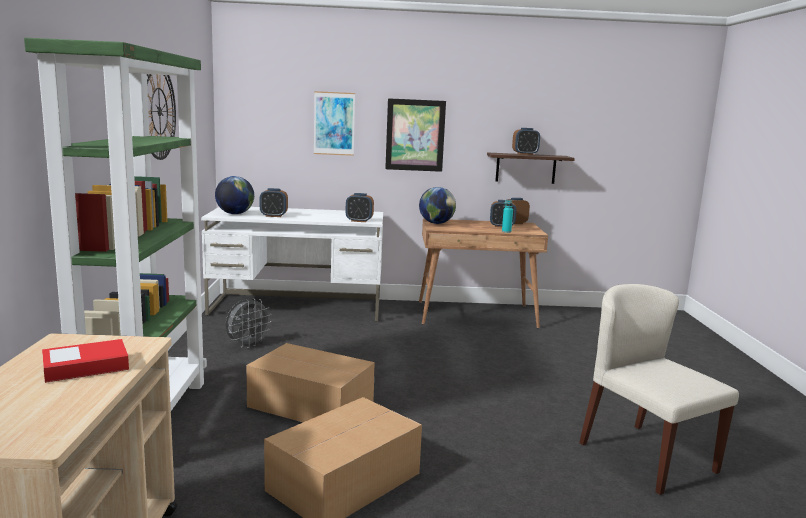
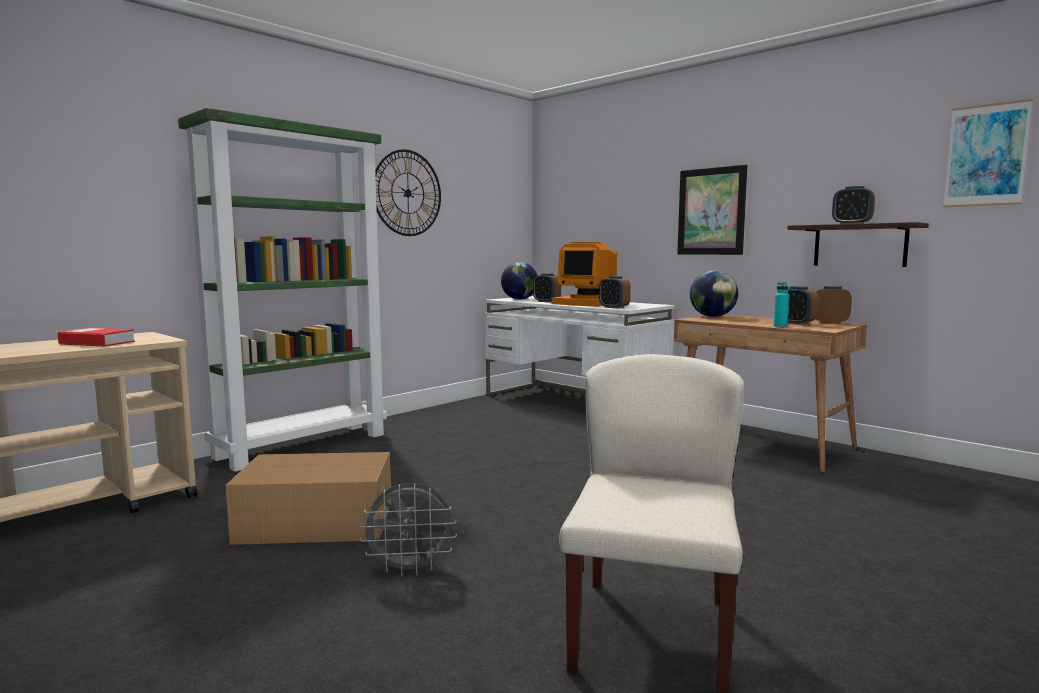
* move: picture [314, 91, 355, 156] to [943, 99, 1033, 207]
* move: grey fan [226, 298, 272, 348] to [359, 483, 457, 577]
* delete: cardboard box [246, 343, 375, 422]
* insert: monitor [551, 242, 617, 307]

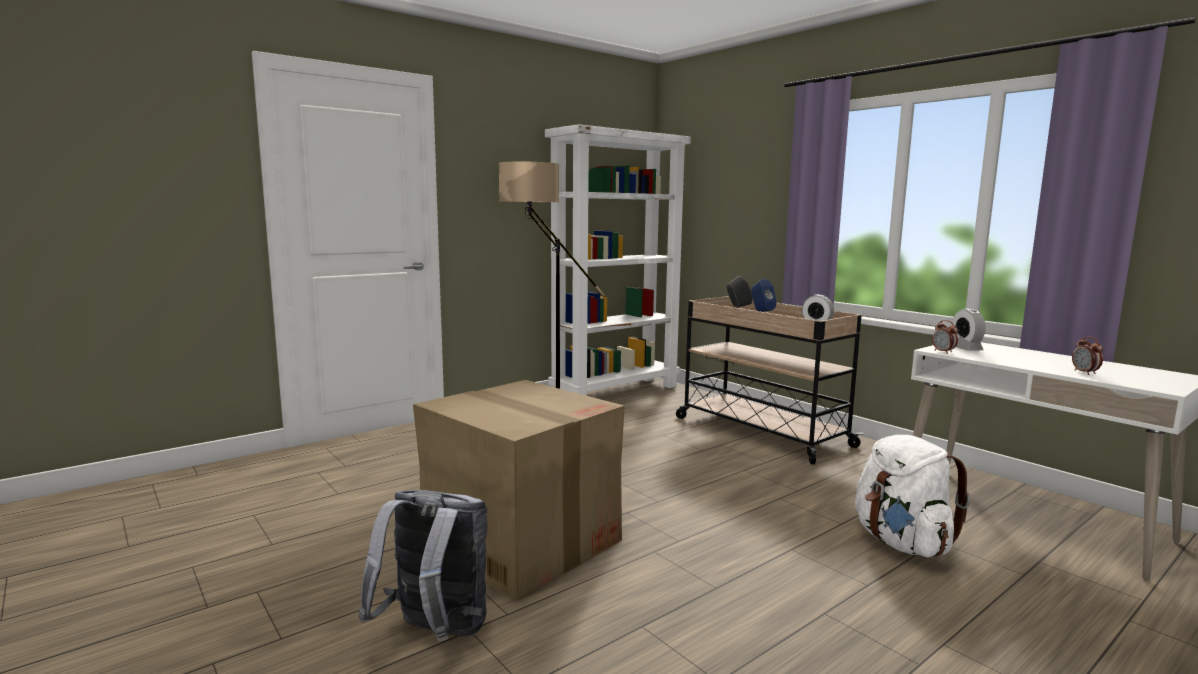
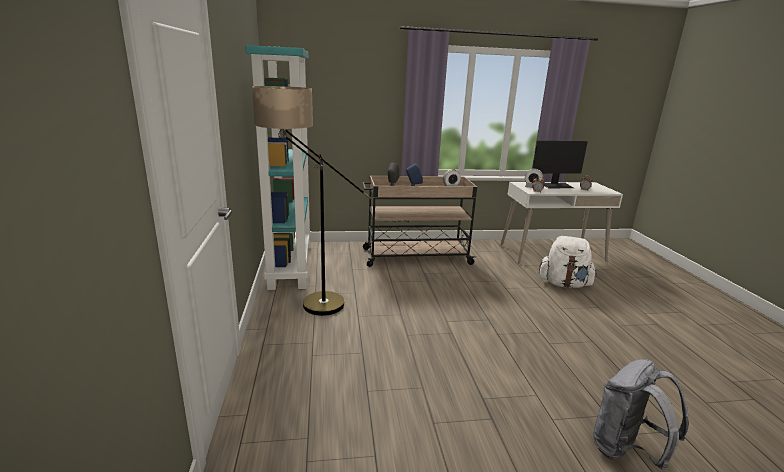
* recolor: white bookcase [545, 124, 691, 396] to turquoise bookcase [245, 45, 312, 290]
* delete: cardboard box [413, 380, 625, 601]
* insert: monitor [533, 140, 588, 189]

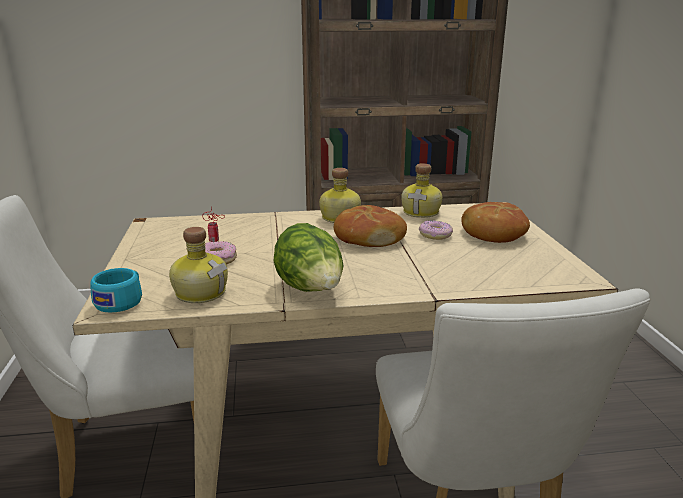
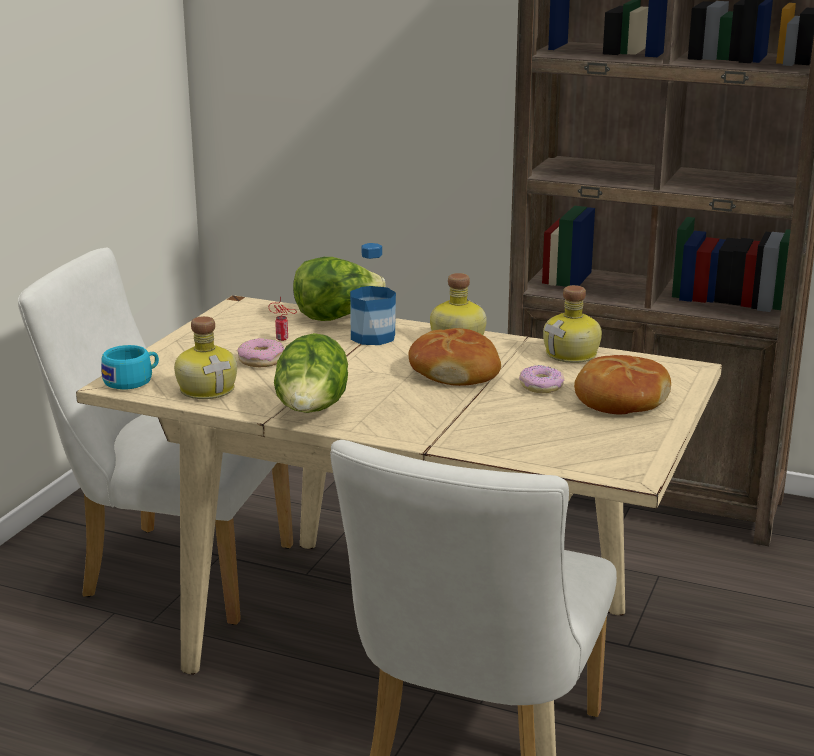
* insert: bottle [350, 243, 396, 345]
* insert: lettuce [293, 257, 386, 321]

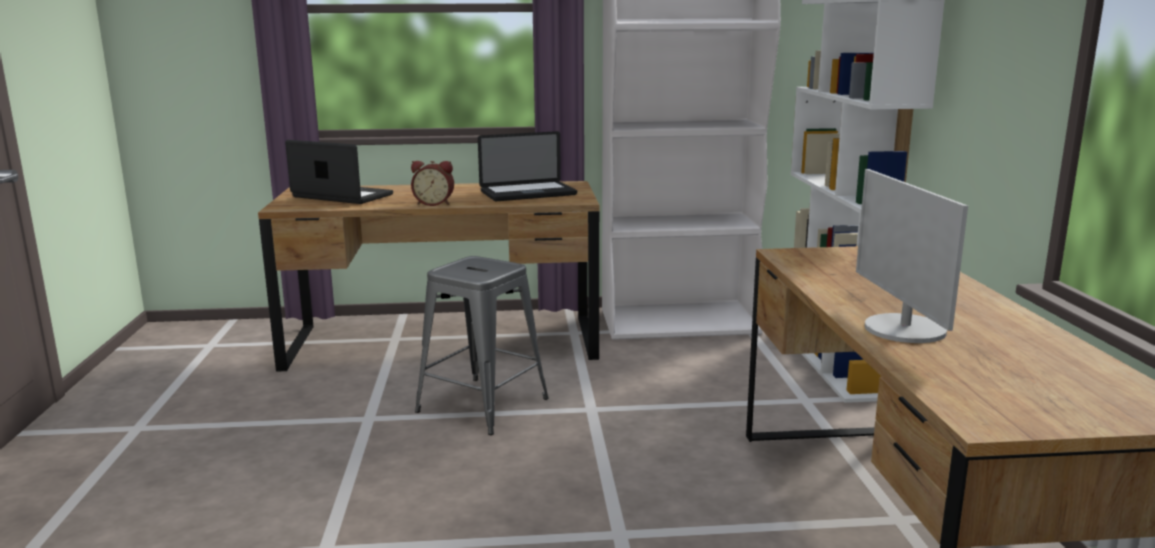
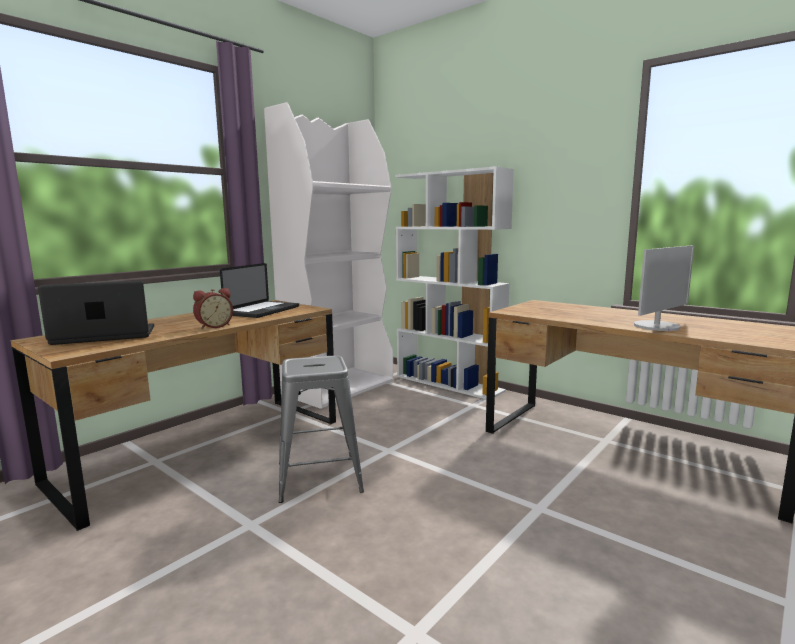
* rotate: monitor [856, 169, 968, 343] = [634, 245, 694, 331] 75 degrees counterclockwise

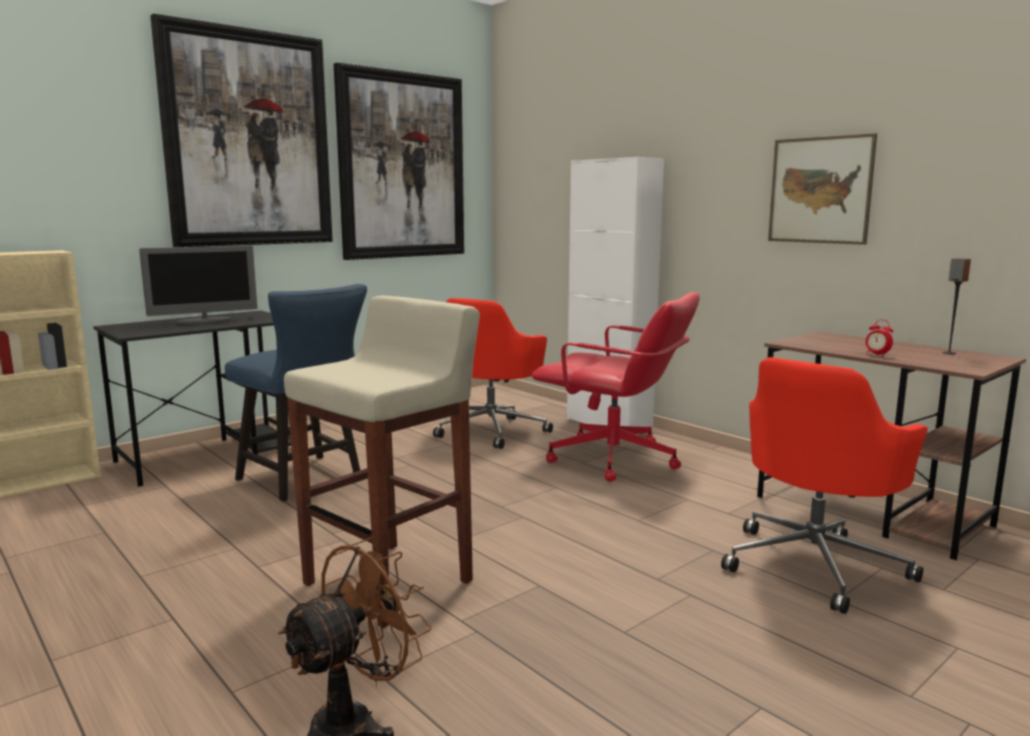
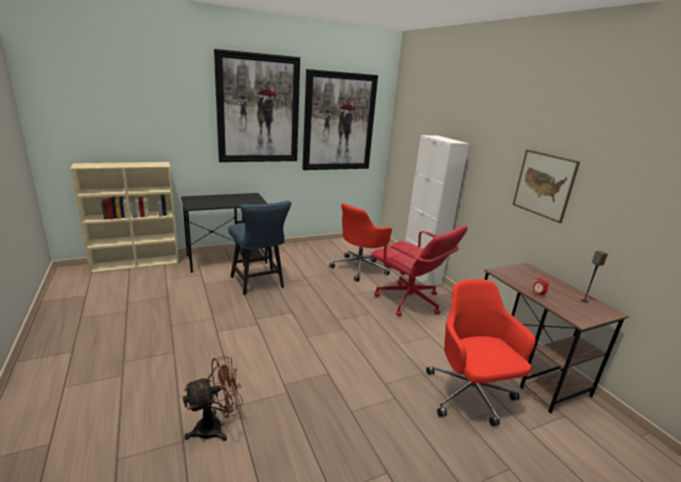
* delete: monitor [139, 245, 257, 324]
* delete: beige stool [284, 296, 480, 628]
* rotate: red office chair [721, 357, 928, 614] = [426, 279, 536, 426] 105 degrees clockwise

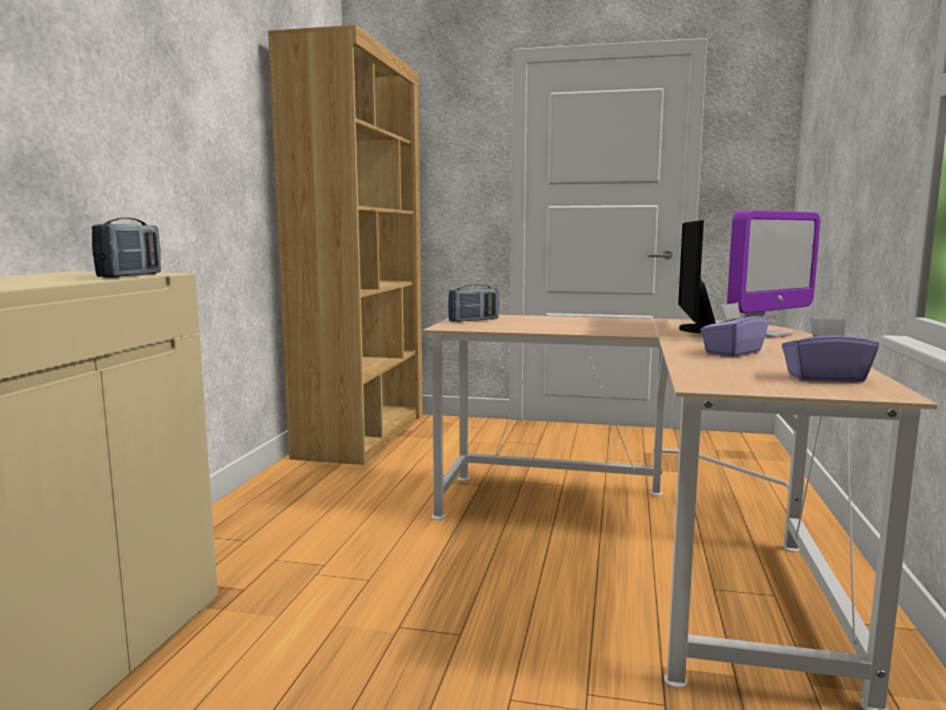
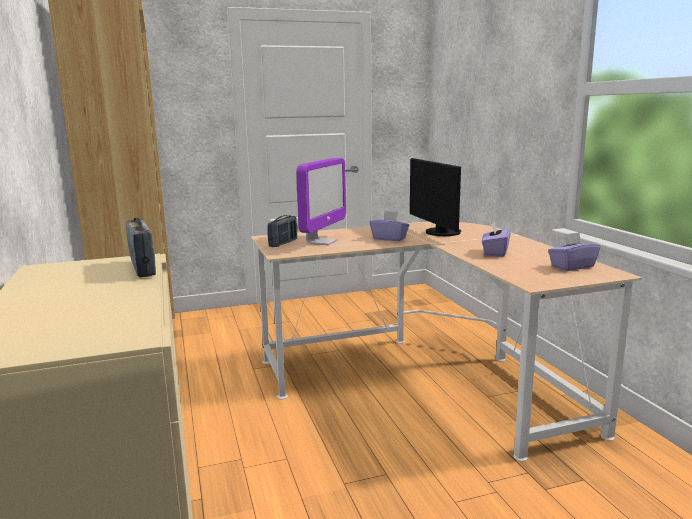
* move: monitor [727, 210, 820, 338] to [296, 158, 346, 245]
* insert: purple tissue box [370, 211, 409, 241]

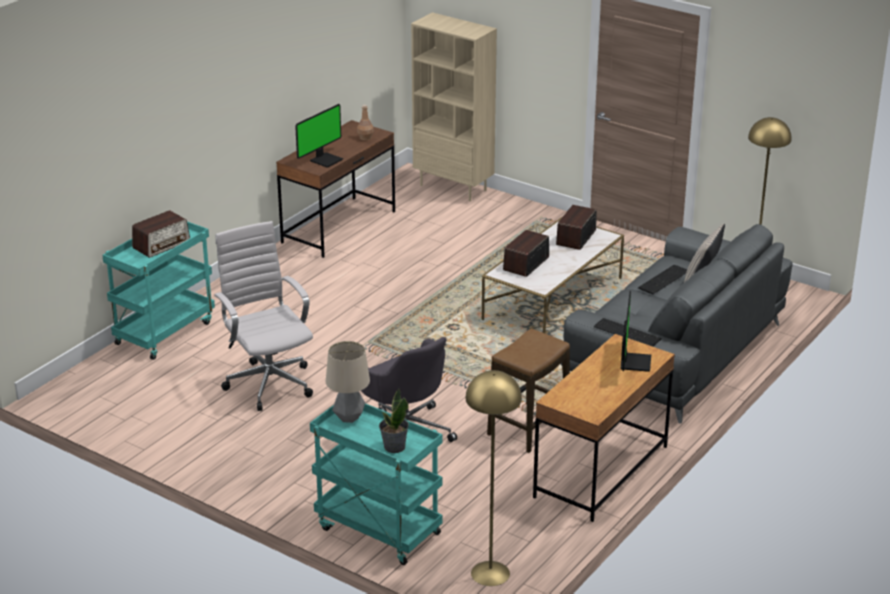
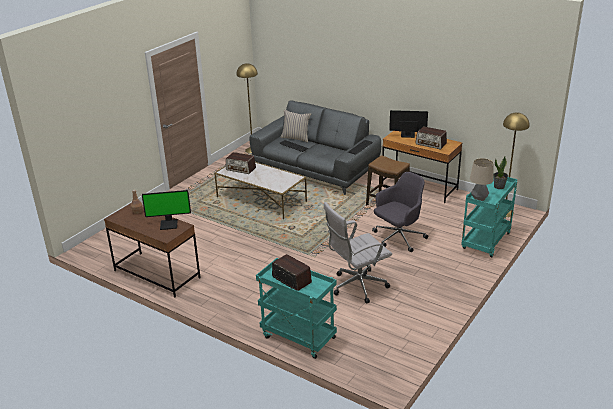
* delete: beige bookcase [411, 12, 497, 201]
* rotate: monitor [295, 104, 343, 168] = [142, 190, 191, 230] 135 degrees clockwise
* move: radio [503, 230, 549, 277] to [415, 126, 447, 149]

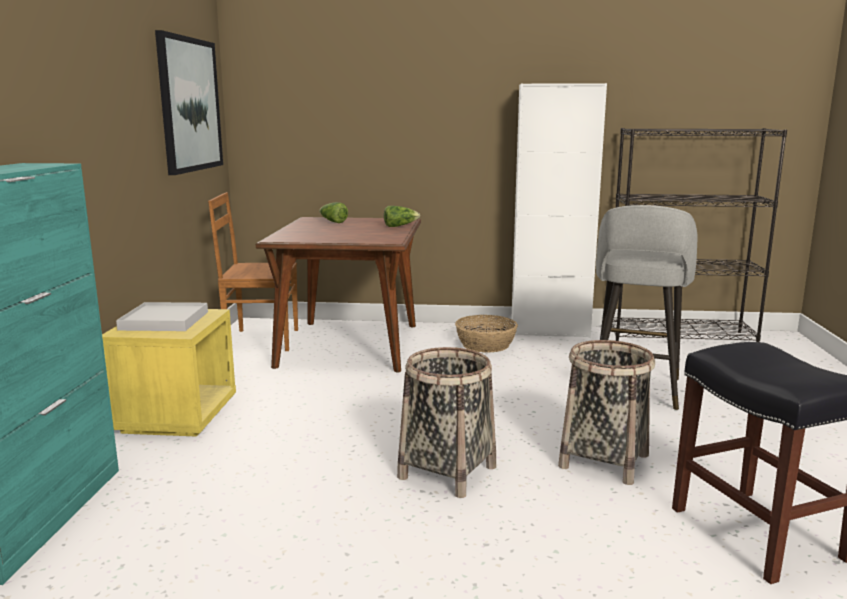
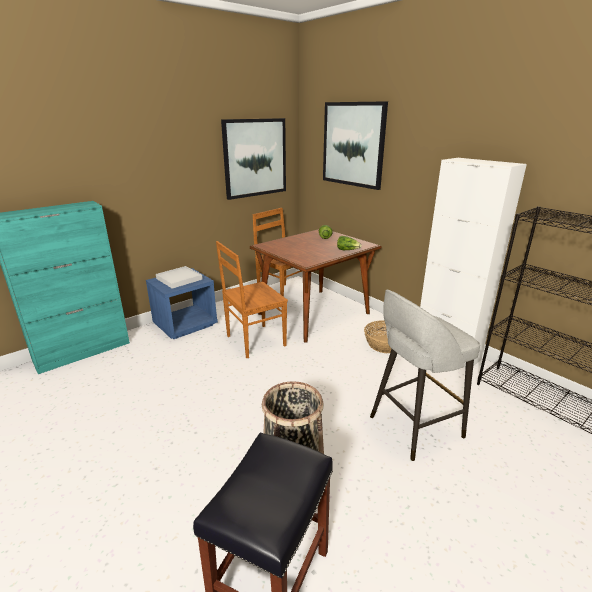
* recolor: yellow nightstand [102, 309, 236, 437] to blue nightstand [146, 268, 218, 339]
* delete: basket [397, 347, 496, 498]
* insert: picture [323, 101, 388, 190]
* insert: brown chair [216, 241, 288, 358]

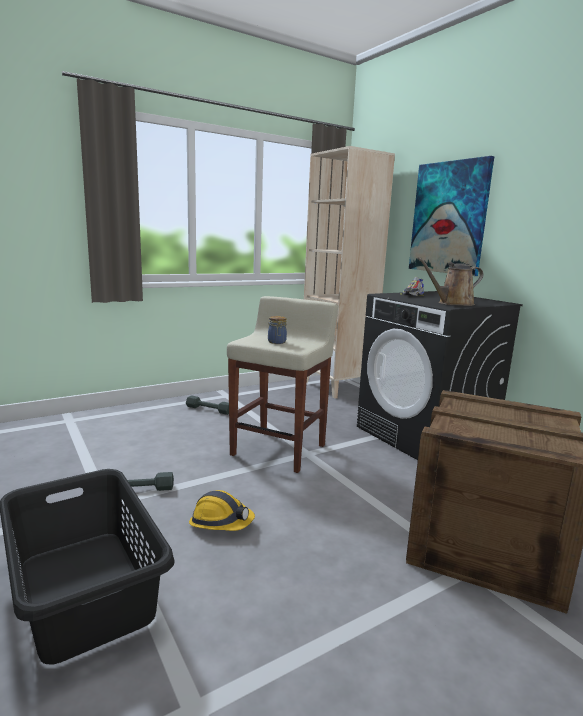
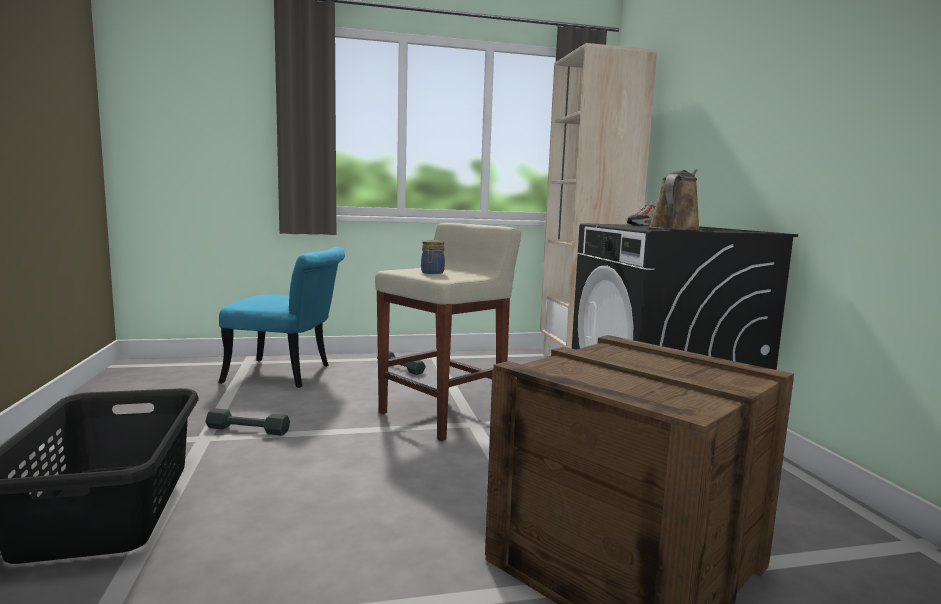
* delete: picture [409, 156, 494, 276]
* rotate: brown watering can [417, 257, 483, 306] = [648, 169, 700, 230] 120 degrees clockwise
* delete: hard hat [189, 490, 255, 531]
* insert: turquoise chair [218, 247, 345, 388]

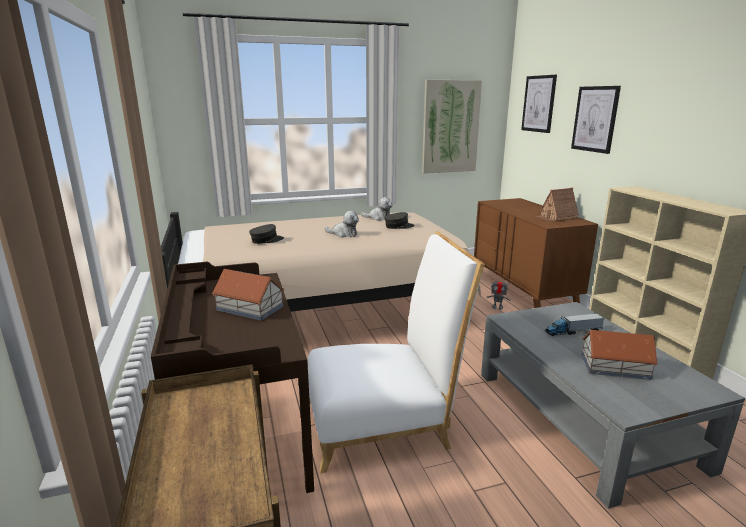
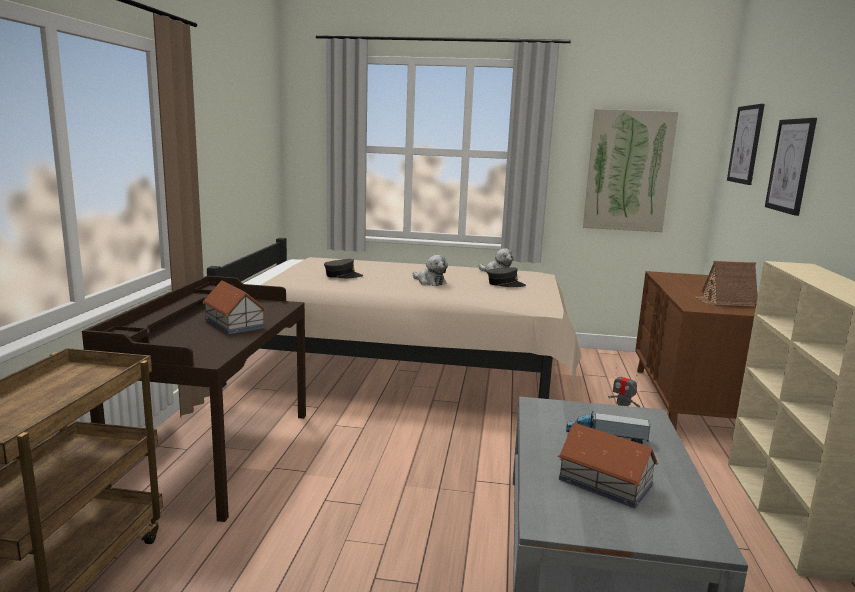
* delete: white chair [307, 231, 485, 474]

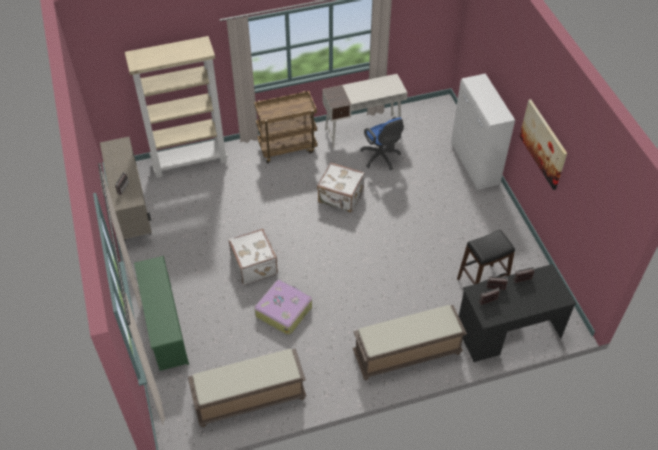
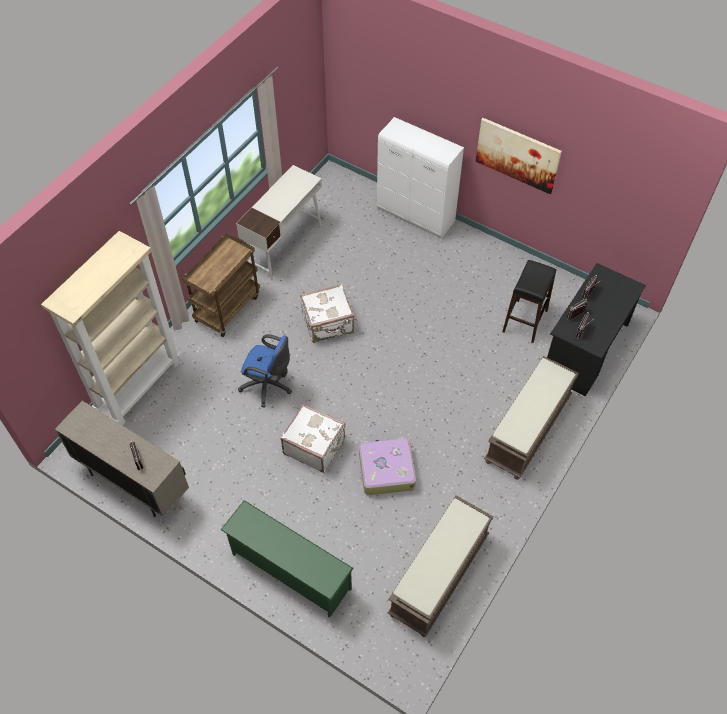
* move: blue office chair [360, 117, 404, 170] to [238, 334, 292, 407]

